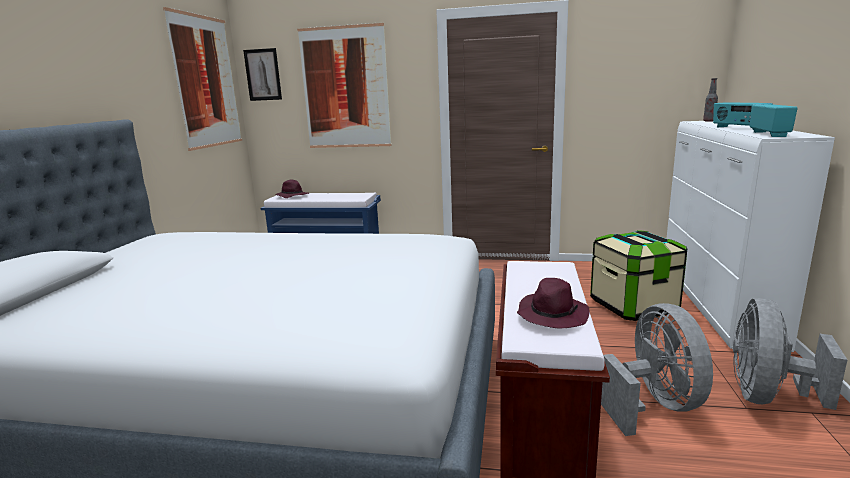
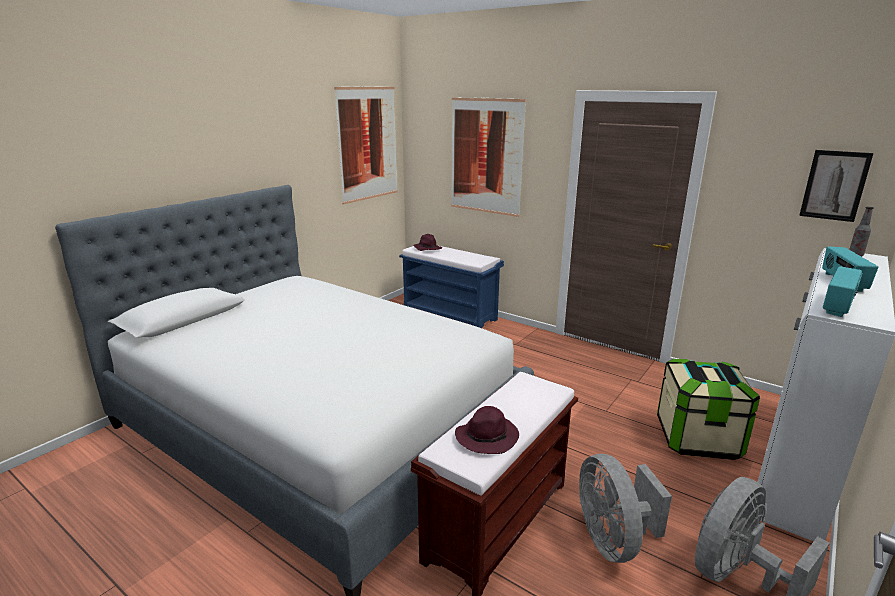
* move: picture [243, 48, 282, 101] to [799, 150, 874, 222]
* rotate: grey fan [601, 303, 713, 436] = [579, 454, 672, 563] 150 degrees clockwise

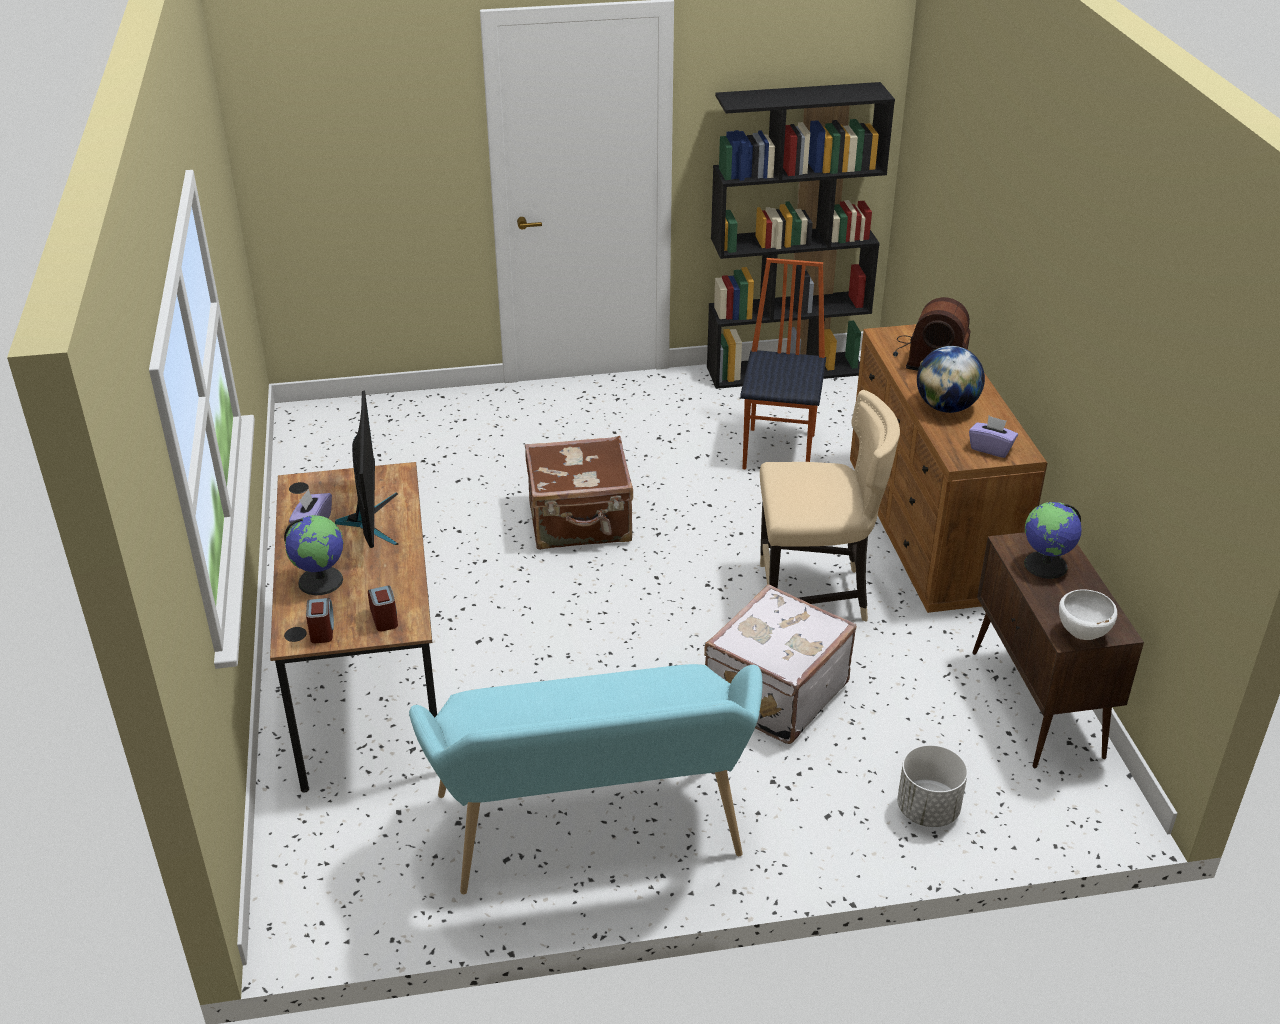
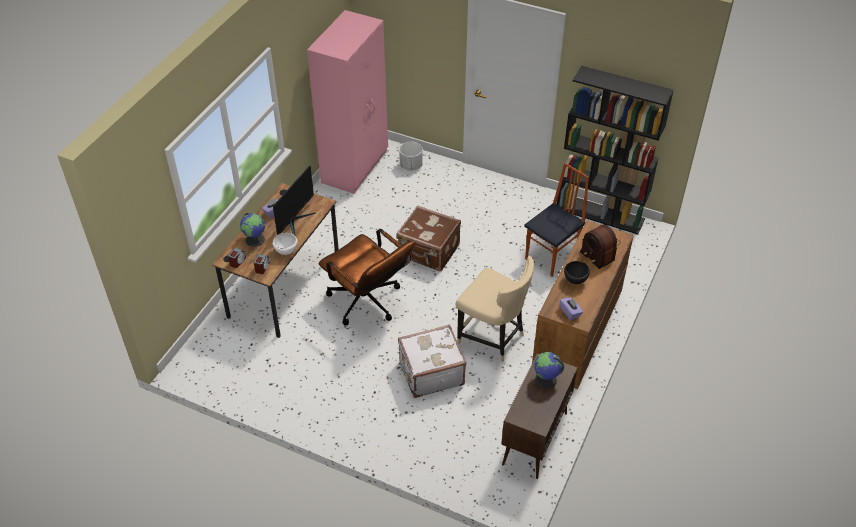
* replace: globe [917, 346, 985, 413] to black bowl [564, 261, 590, 284]
* move: white bowl [1059, 589, 1117, 640] to [273, 233, 298, 255]
* delete: turquoise bench [409, 664, 763, 894]
* move: white planter [897, 745, 968, 827] to [399, 142, 423, 171]
* insert: pink wardrobe [307, 10, 388, 194]
* insert: brown office chair [319, 229, 415, 326]

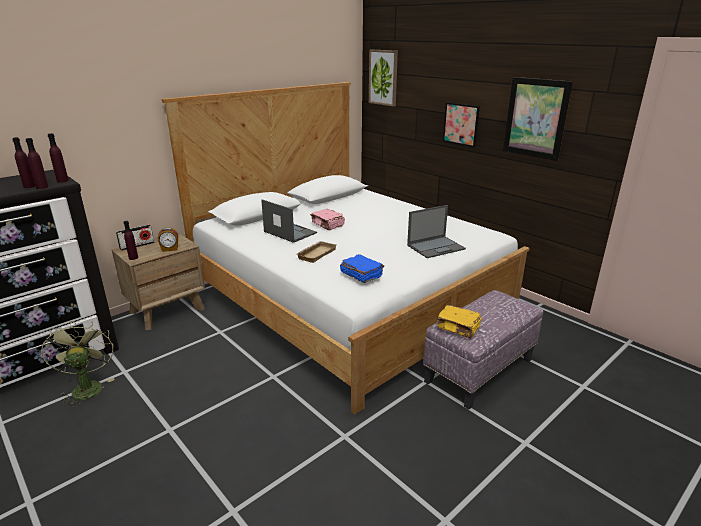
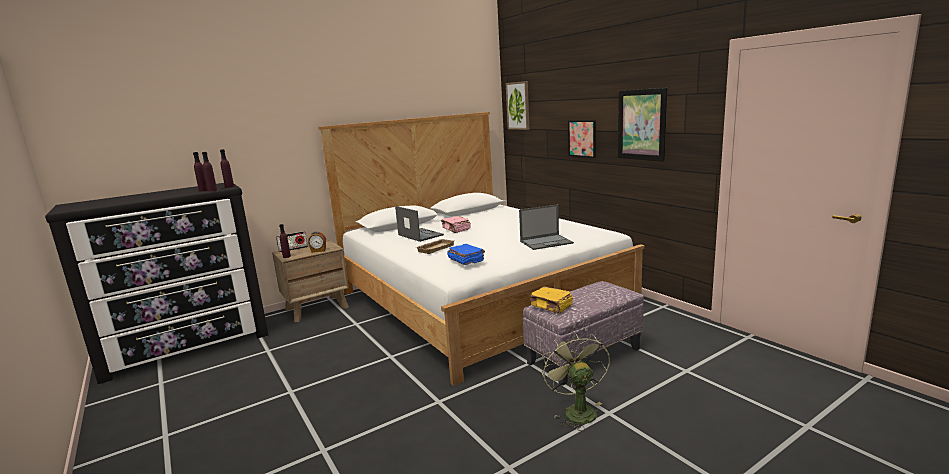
* move: green fan [41, 320, 115, 407] to [542, 332, 610, 431]

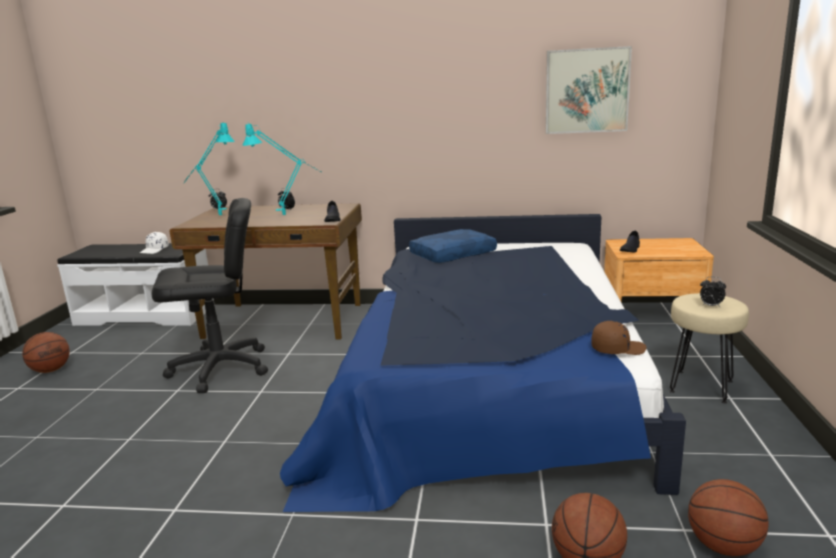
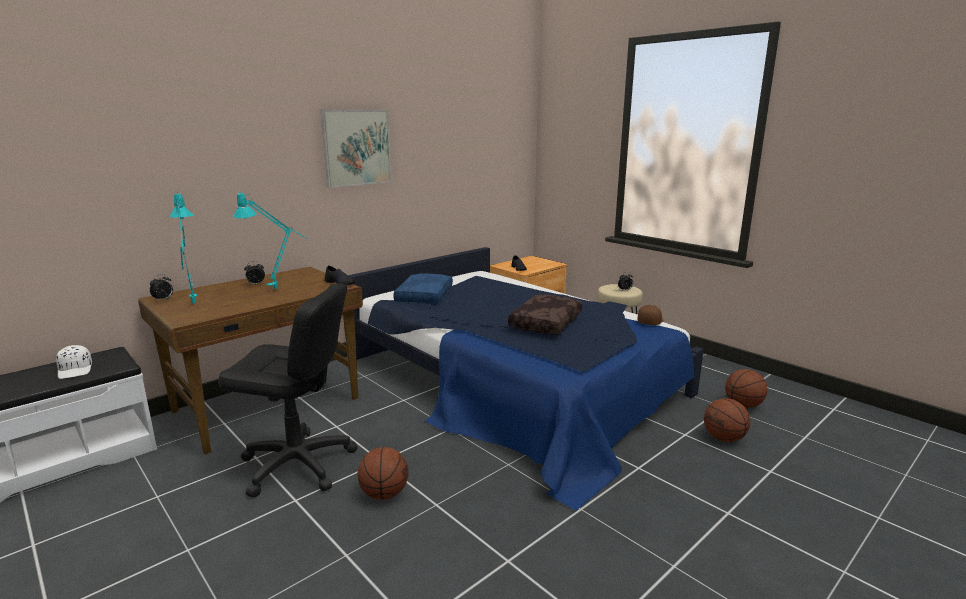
* move: picture [546, 46, 632, 134] to [321, 110, 392, 188]
* rotate: black office chair [152, 198, 268, 393] = [218, 284, 358, 497] 75 degrees clockwise
* move: basketball [22, 332, 70, 373] to [357, 447, 408, 500]
* insert: brown pillow [508, 295, 582, 334]

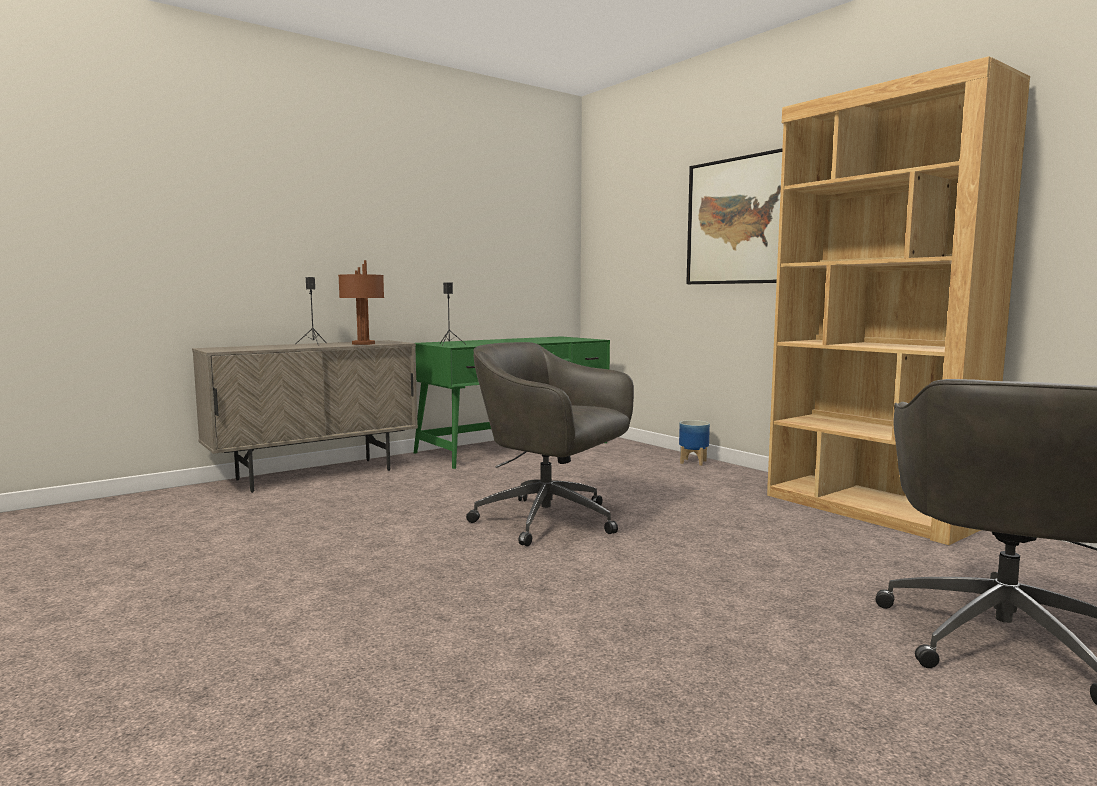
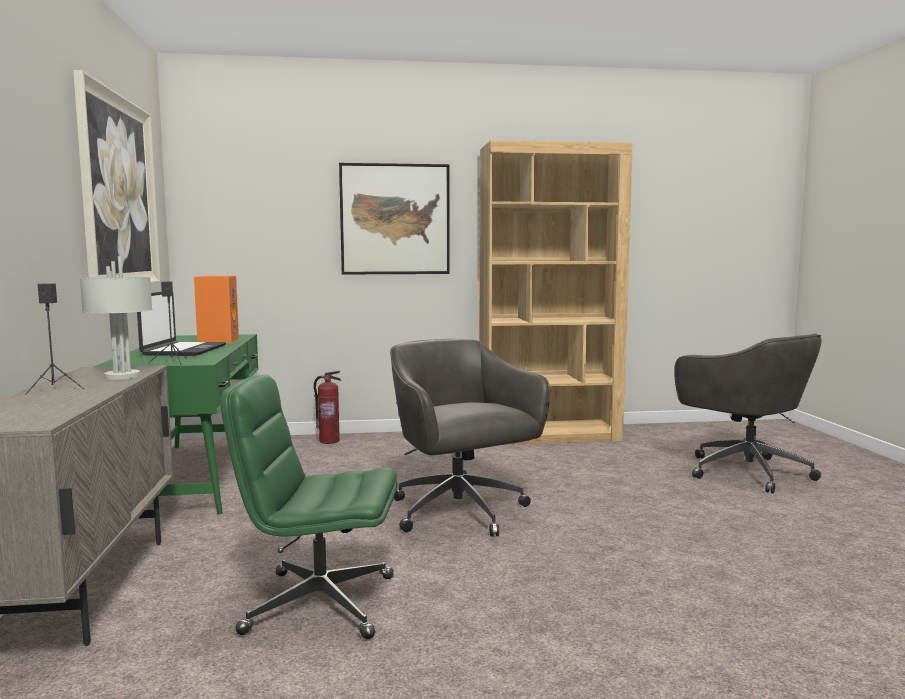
* recolor: brown table lamp [339, 260, 384, 345] to grey table lamp [80, 256, 153, 380]
* rotate: grey office chair [466, 342, 634, 546] = [390, 339, 550, 537] 90 degrees clockwise
* delete: planter [679, 420, 710, 466]
* insert: picture [73, 70, 161, 283]
* insert: orange speaker [194, 276, 239, 343]
* insert: laptop [137, 292, 226, 356]
* insert: fire extinguisher [314, 371, 342, 444]
* insert: green office chair [220, 375, 397, 639]

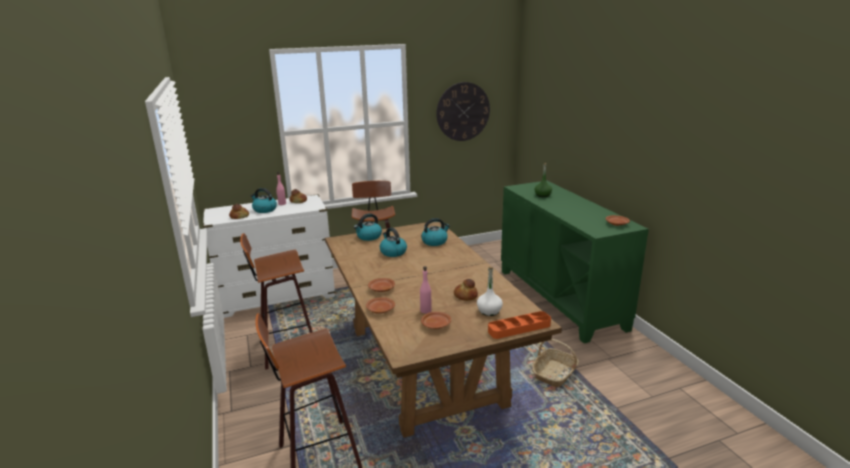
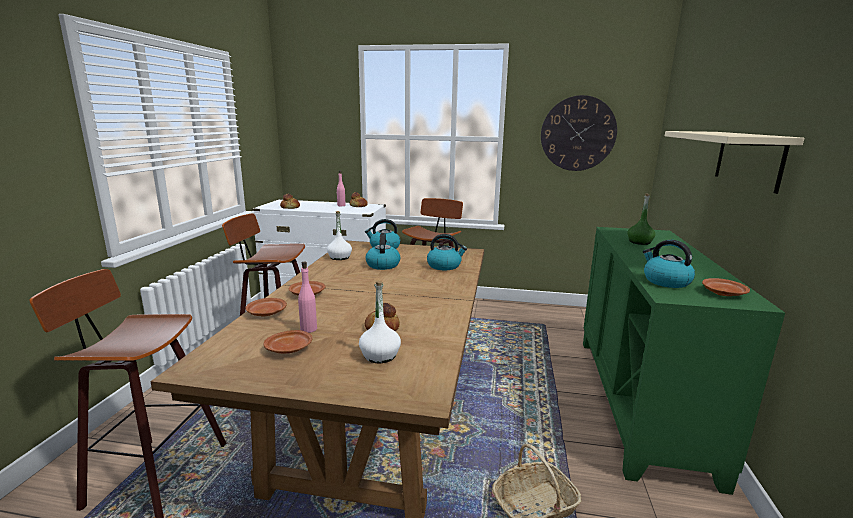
* move: kettle [251, 188, 277, 213] to [643, 240, 695, 288]
* delete: orange tray [488, 311, 551, 339]
* insert: beige shelf [665, 131, 804, 194]
* insert: white bottle [327, 211, 352, 260]

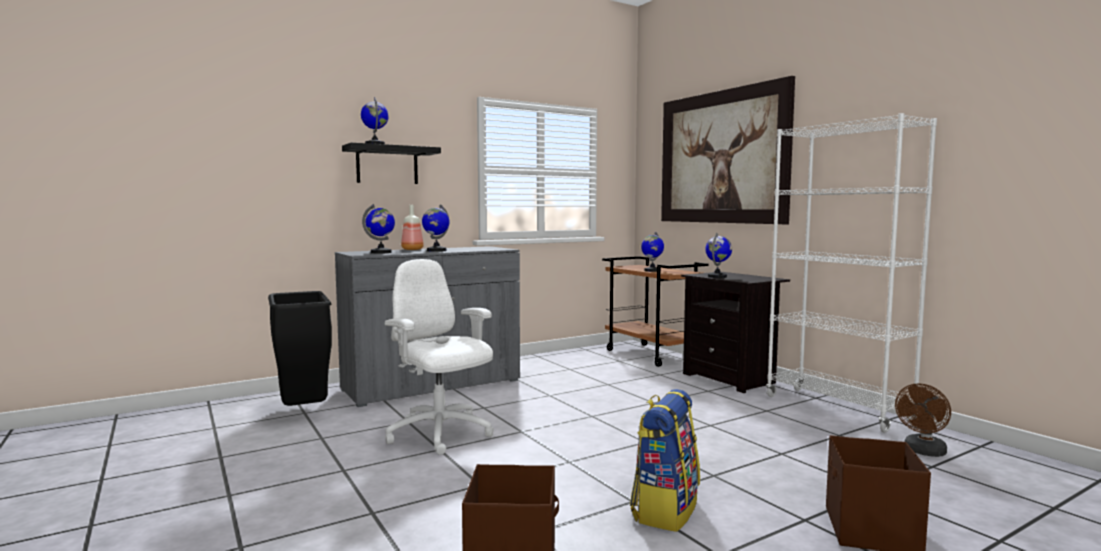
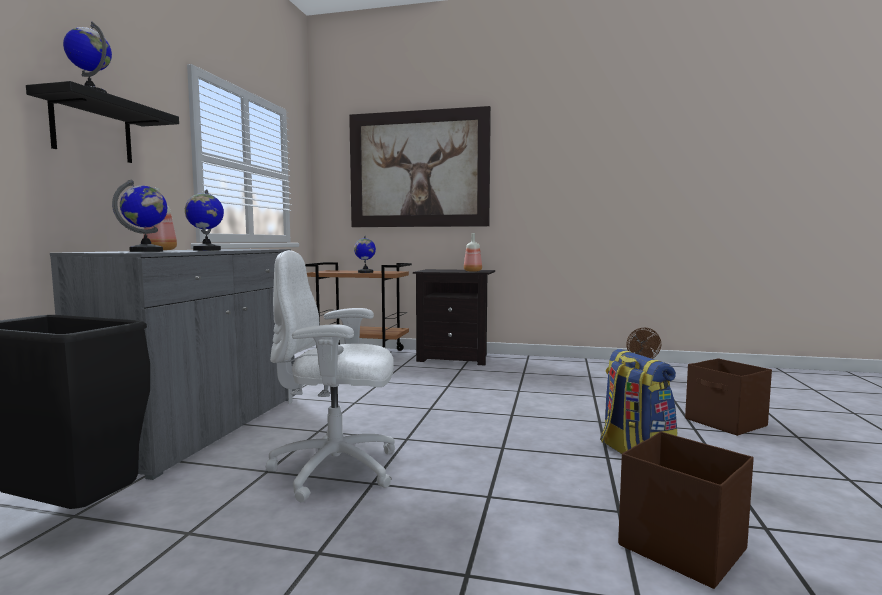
* delete: white bookcase [766, 113, 937, 433]
* delete: globe [705, 233, 732, 278]
* insert: bottle [464, 233, 482, 272]

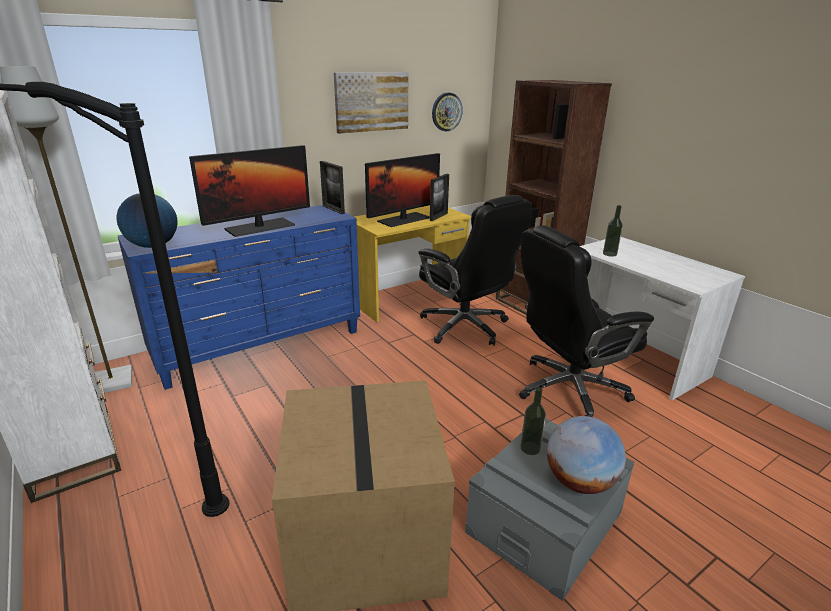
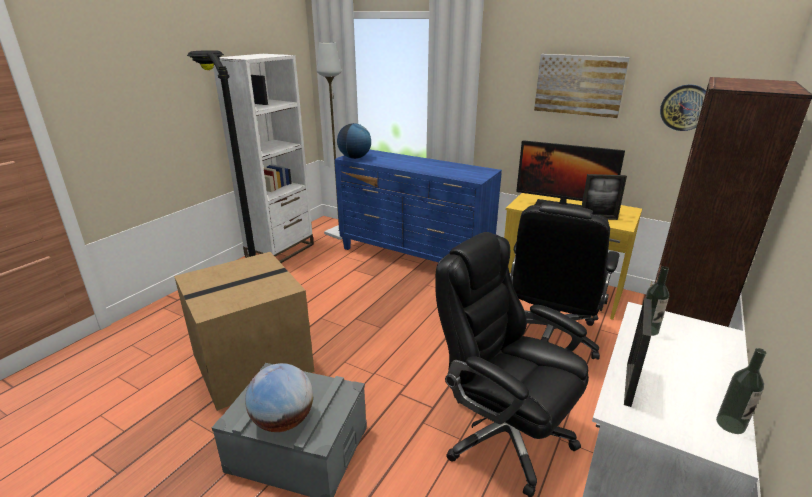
* delete: monitor [189, 145, 310, 237]
* move: picture frame [320, 161, 345, 214] to [624, 298, 652, 407]
* move: bottle [520, 387, 546, 455] to [716, 348, 766, 434]

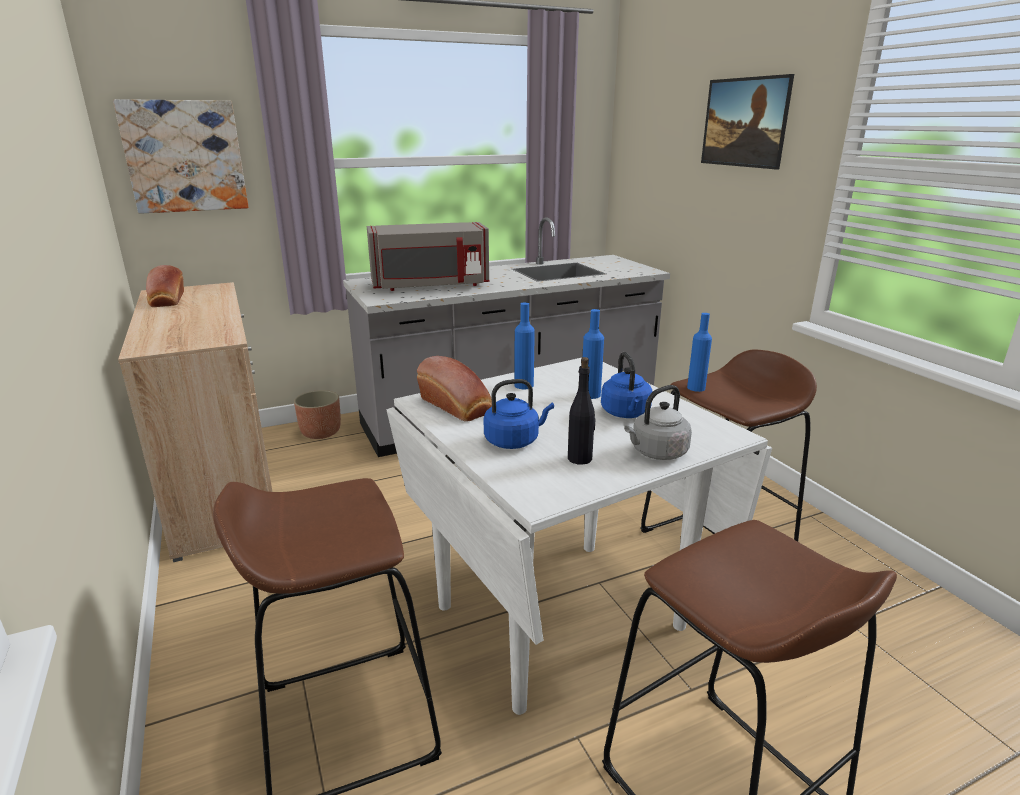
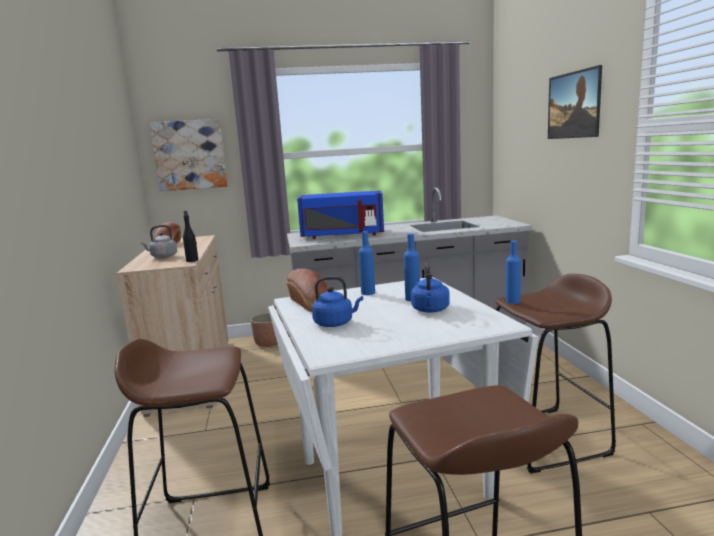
* recolor: grey microwave [367, 222, 489, 291] to blue microwave [297, 190, 384, 239]
* move: black bottle [568, 357, 595, 465] to [183, 211, 198, 262]
* move: grey kettle [624, 385, 692, 460] to [141, 225, 177, 258]

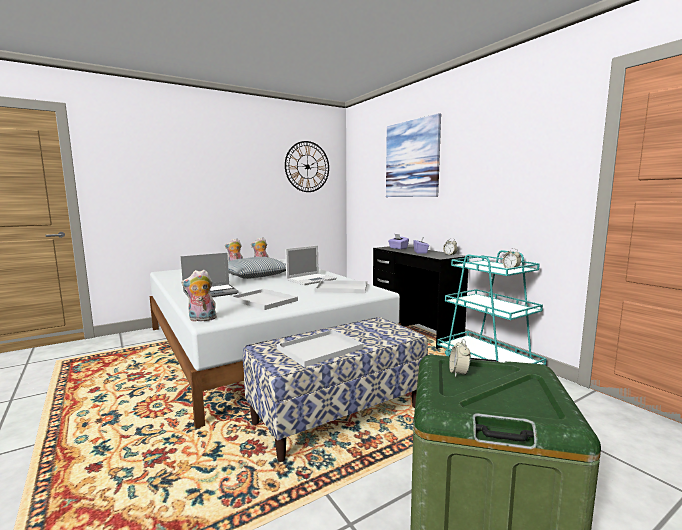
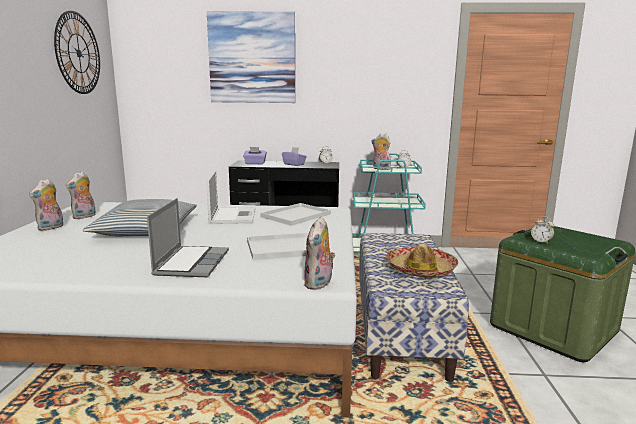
* replace: white tray [277, 330, 364, 367] to hat [387, 243, 458, 277]
* insert: plush toy [372, 133, 391, 170]

